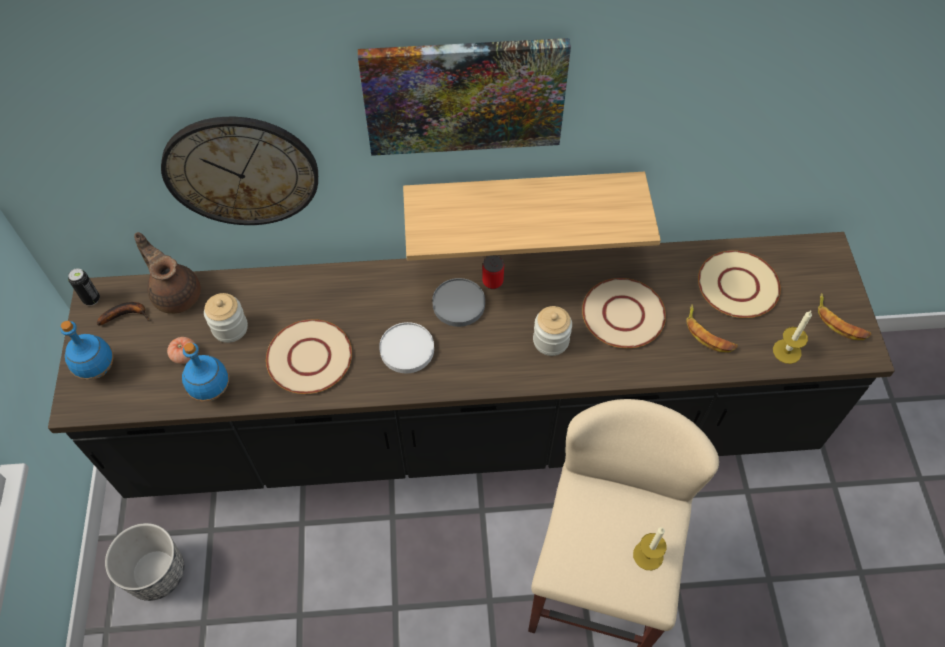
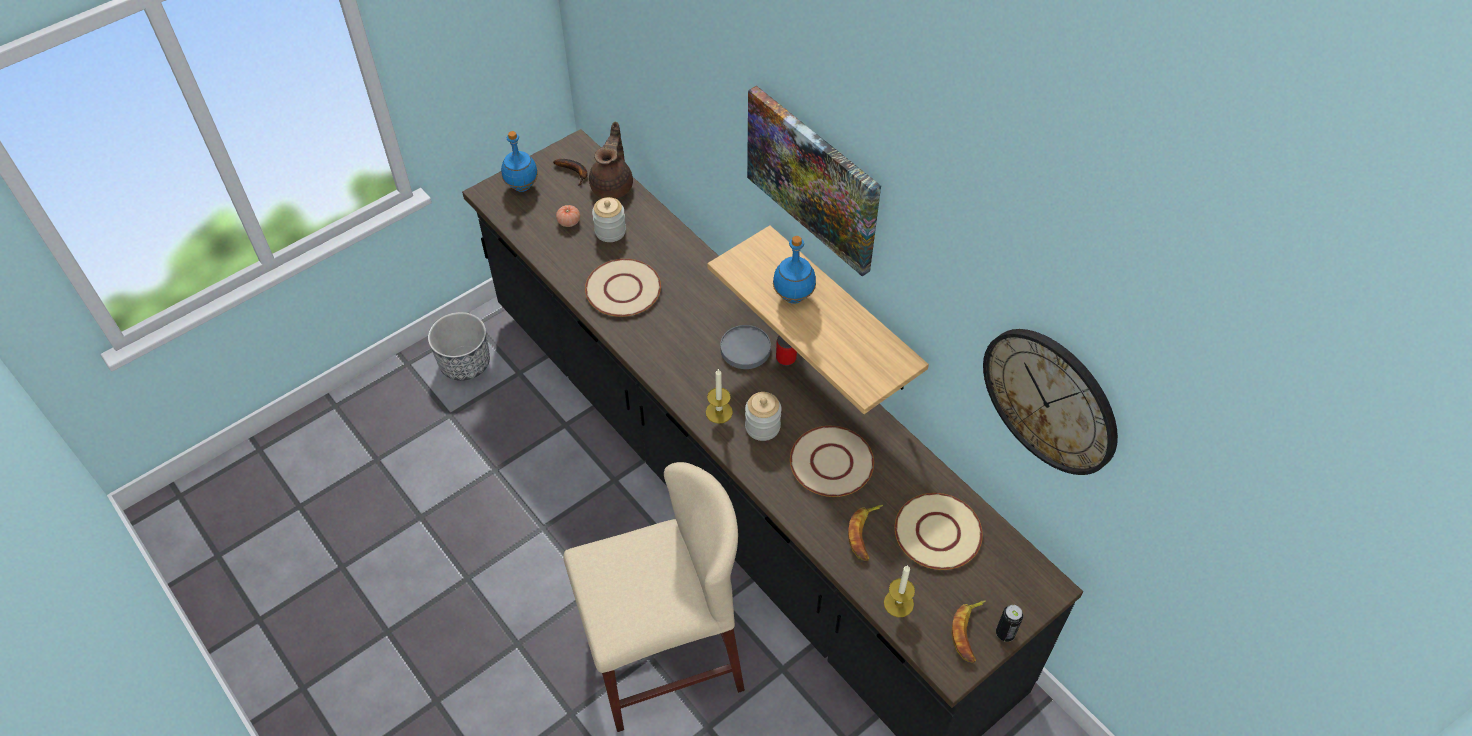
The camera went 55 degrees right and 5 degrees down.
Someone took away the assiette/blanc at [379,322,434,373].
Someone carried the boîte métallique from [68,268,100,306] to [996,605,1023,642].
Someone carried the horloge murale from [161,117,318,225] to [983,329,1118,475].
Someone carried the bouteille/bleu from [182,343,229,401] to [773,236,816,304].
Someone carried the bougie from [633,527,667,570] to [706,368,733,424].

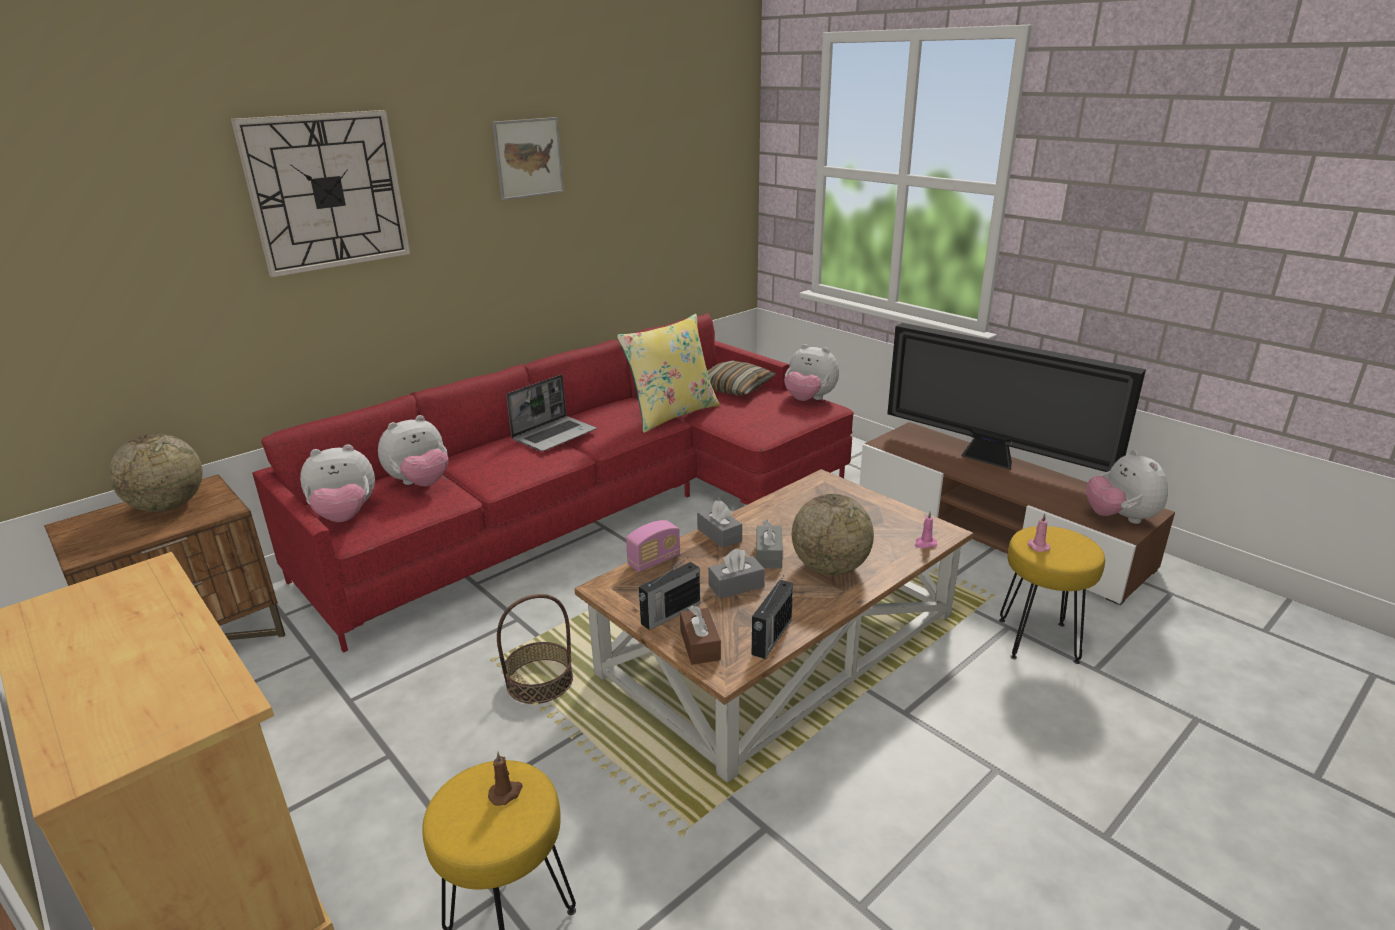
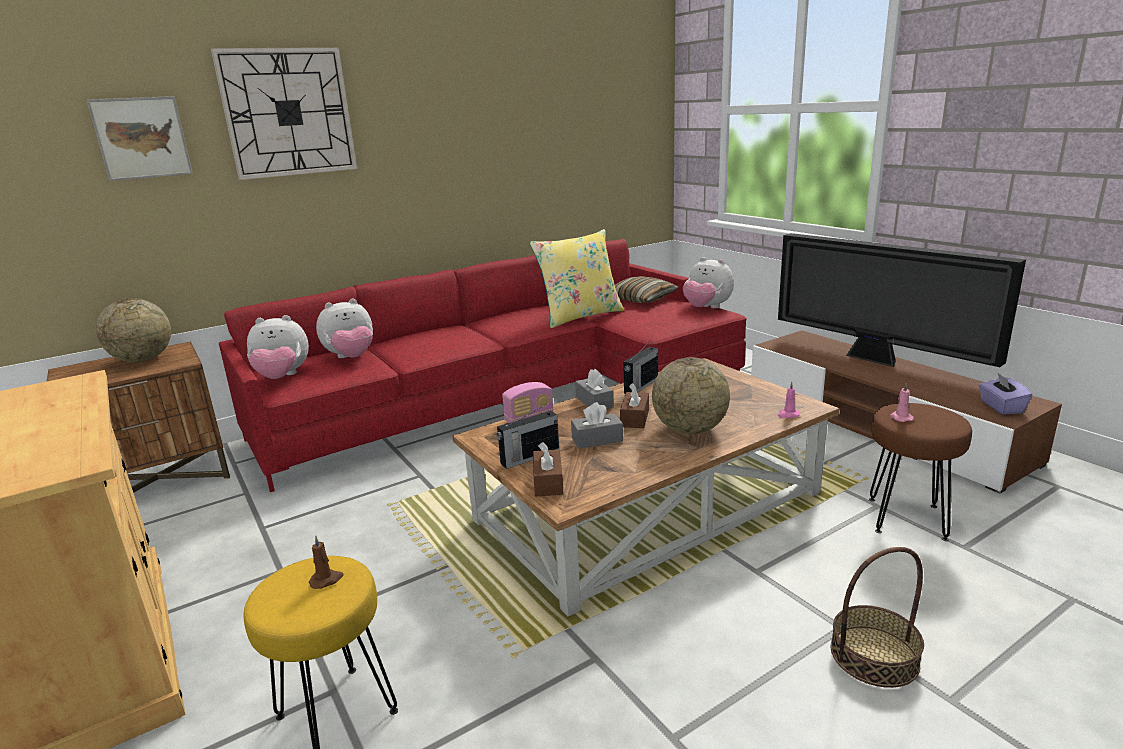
The camera went 10 degrees right and 5 degrees down.
Someone took away the ordinateur portable at [506,375,596,451].
Someone carried the tableau from [492,117,564,200] to [87,96,193,181].
Someone carried the panier from [497,594,573,704] to [831,547,924,688].
Someone carried the radio from [752,575,793,659] to [623,343,658,394].
Someone swapped the peluche at [1086,450,1168,524] for the boîte à mouchoirs/violet at [979,373,1032,414].
Someone repainted the boîte à mouchoirs/gris at [756,520,783,568], which became the boîte à mouchoirs/marron at [620,383,649,428].
Someone repainted the tabouret/jaune at [999,526,1105,664], which became the tabouret/marron at [869,403,972,541].

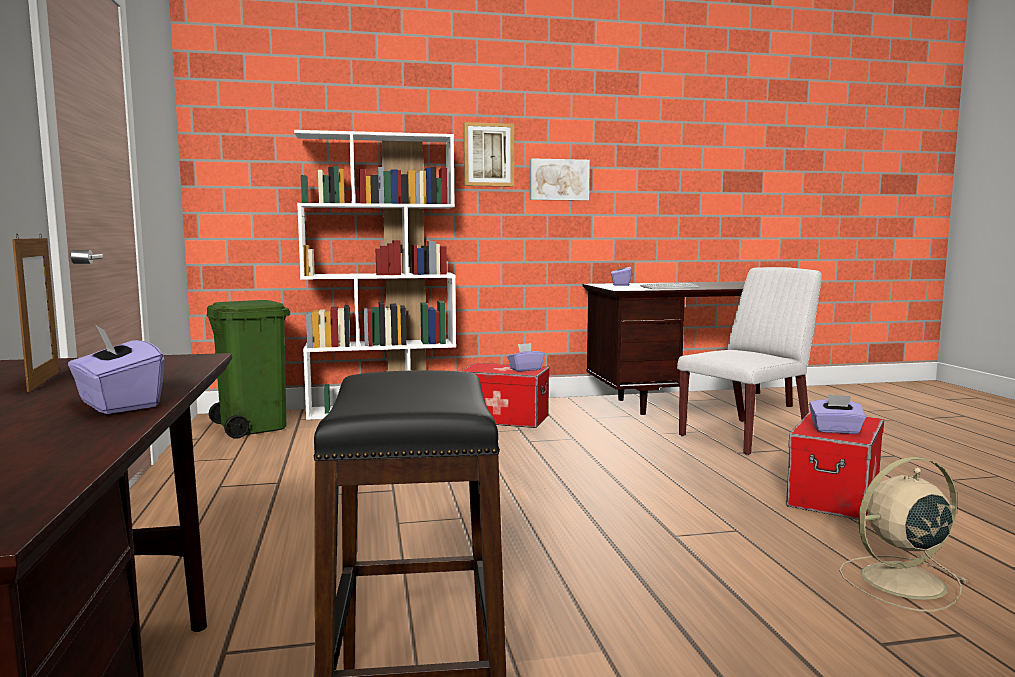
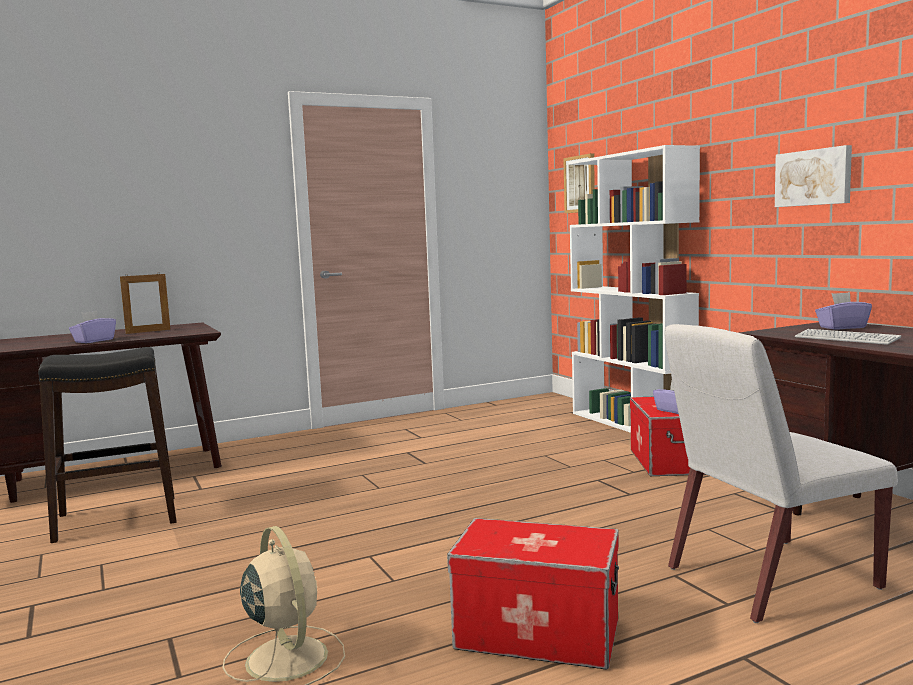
The camera went 75 degrees right and 0 degrees up.
Someone took away the poubelle/vert at [206,300,290,439].
Someone took away the boîte à mouchoirs/violet at [809,394,866,434].
Someone carried the tableau from [464,122,514,186] to [563,153,595,213].
Someone rotated the chaise/blanc at [677,267,822,455] by 120 degrees clockwise.

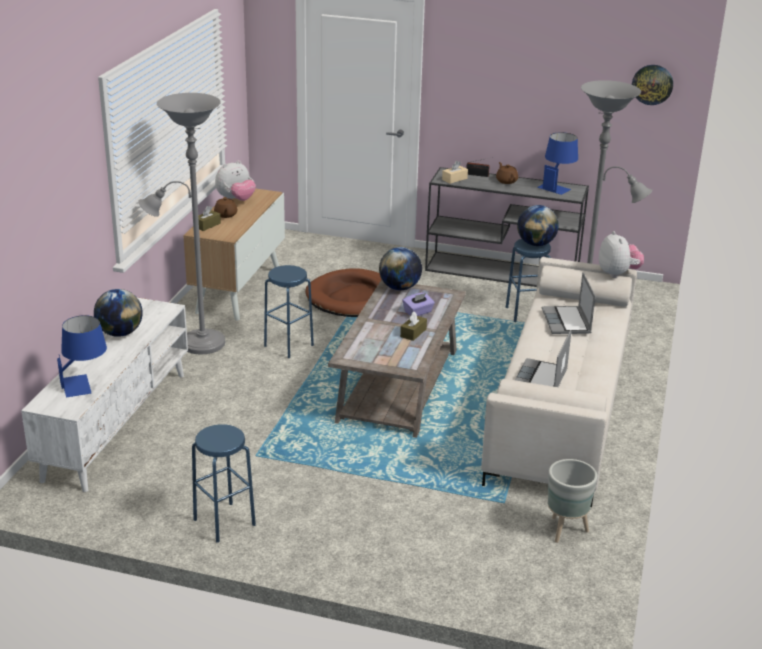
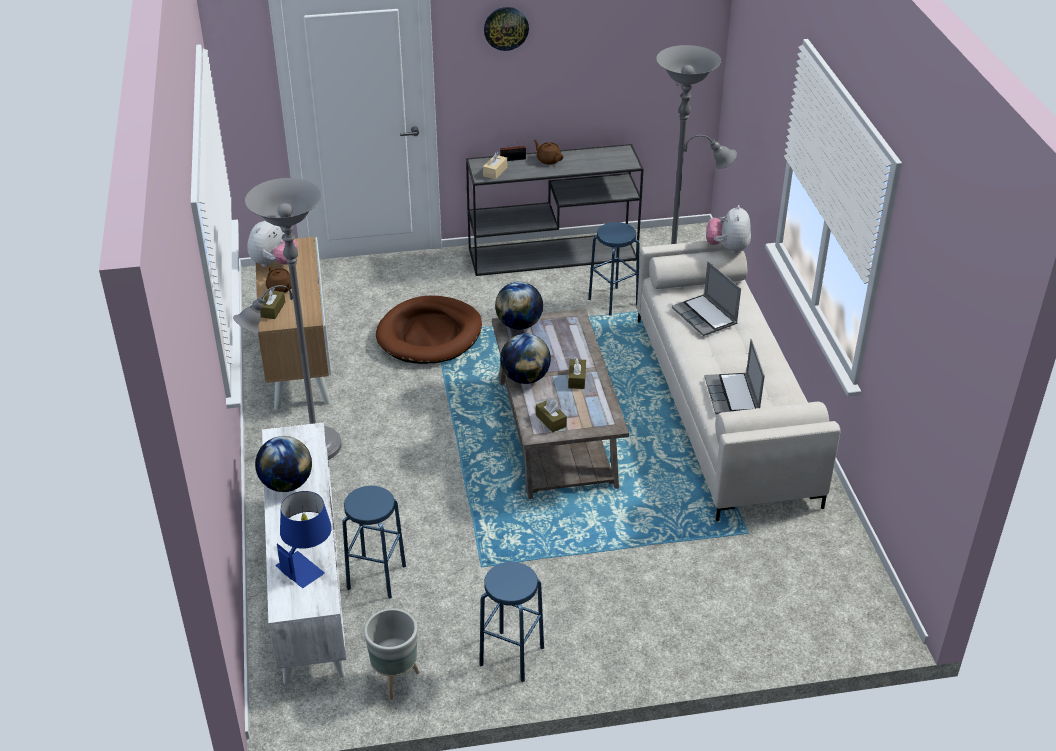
The camera went 25 degrees left and 10 degrees up.
Someone took away the boîte à mouchoirs/violet at [403,292,435,316].
Someone took away the lampe de table/bleu at [537,132,578,195].
Someone put down the boîte à mouchoirs/marron at [536,398,567,433].
Someone carried the tabouret/bleu from [264,265,314,358] to [342,486,406,599].
Someone carried the globe from [517,205,559,246] to [500,333,551,384].
Someone carried the cache-pot/gris from [548,459,597,543] to [364,608,420,700].
Someone carried the horloge murale from [632,65,673,105] to [484,7,529,51].
Someone rotated the peluche at [599,231,644,278] by 135 degrees counterclockwise.

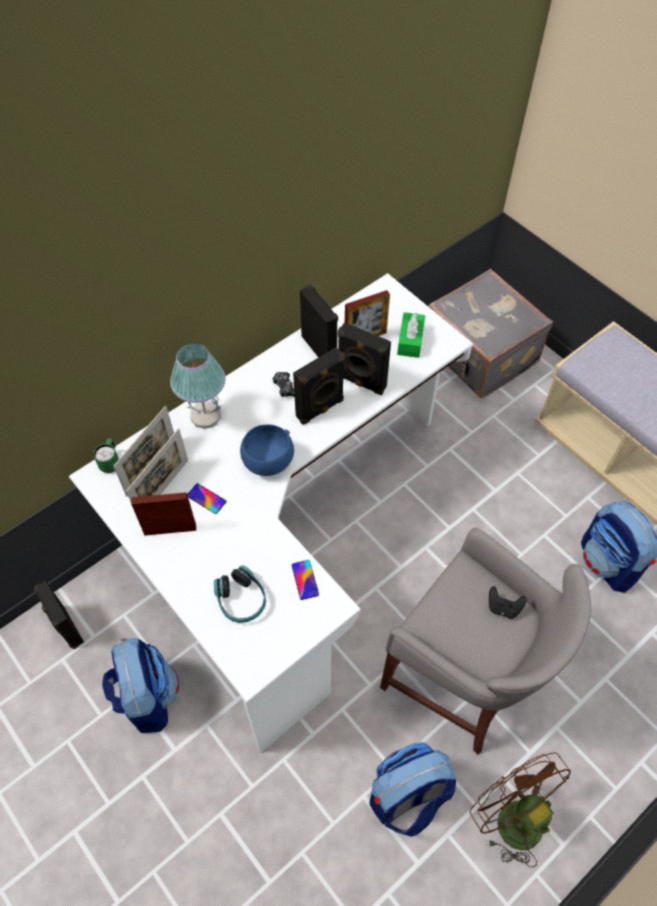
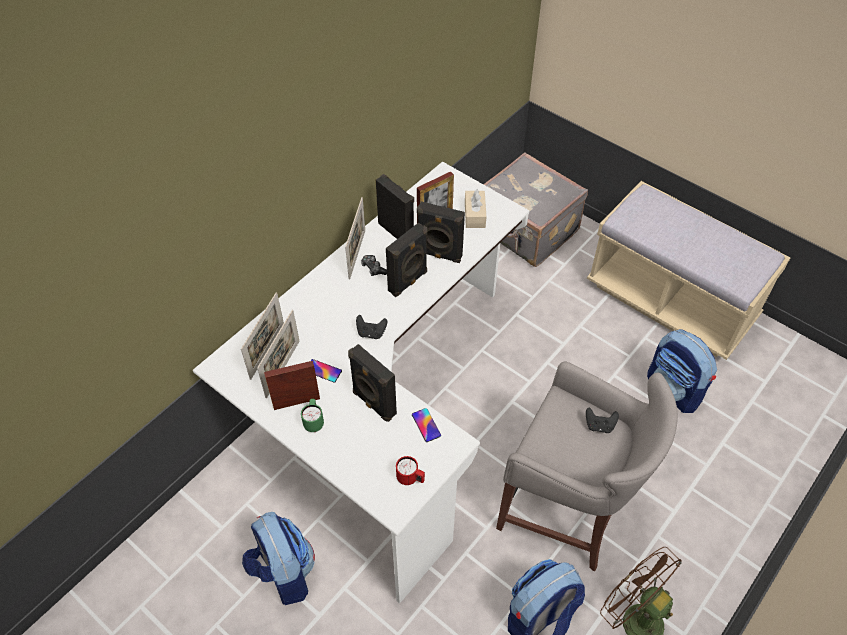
The camera went 10 degrees left and 5 degrees down.
Someone took away the lampe de table at [170,343,226,429].
Someone took away the casque audio at [214,565,266,623].
Someone put down the cadre photo at [345,197,365,280].
Someone put down the mug/rouge at [396,456,425,485].
Someone carried the enceinte/noir from [34,581,84,649] to [348,344,397,422].
Someone carried the mug/vert from [93,439,119,473] to [301,399,324,432].
Someone swapped the bol/bleu at [240,424,294,476] for the manette/noir at [356,315,387,339].
Someone repainted the boîte à mouchoirs/vert at [397,312,425,358], which became the boîte à mouchoirs/beige at [465,189,486,228].

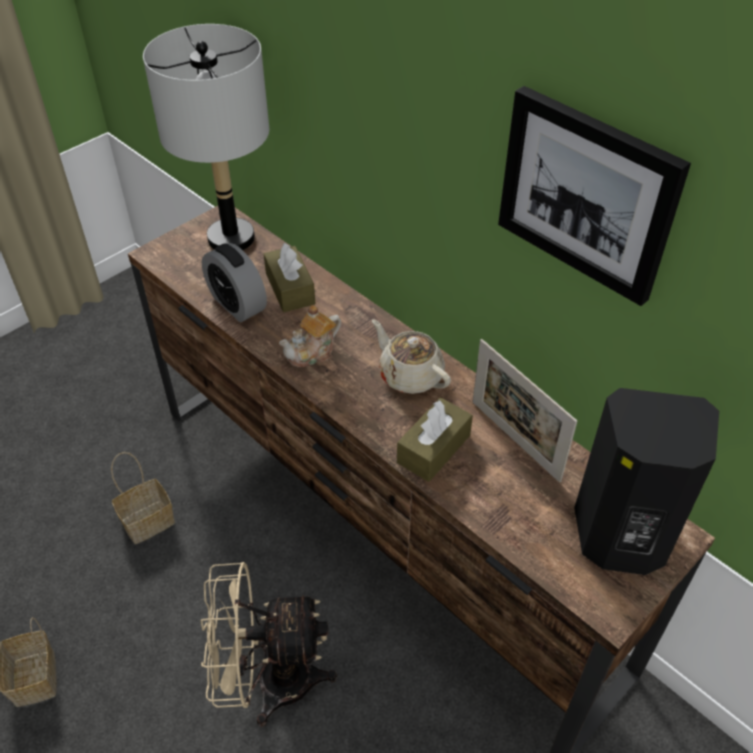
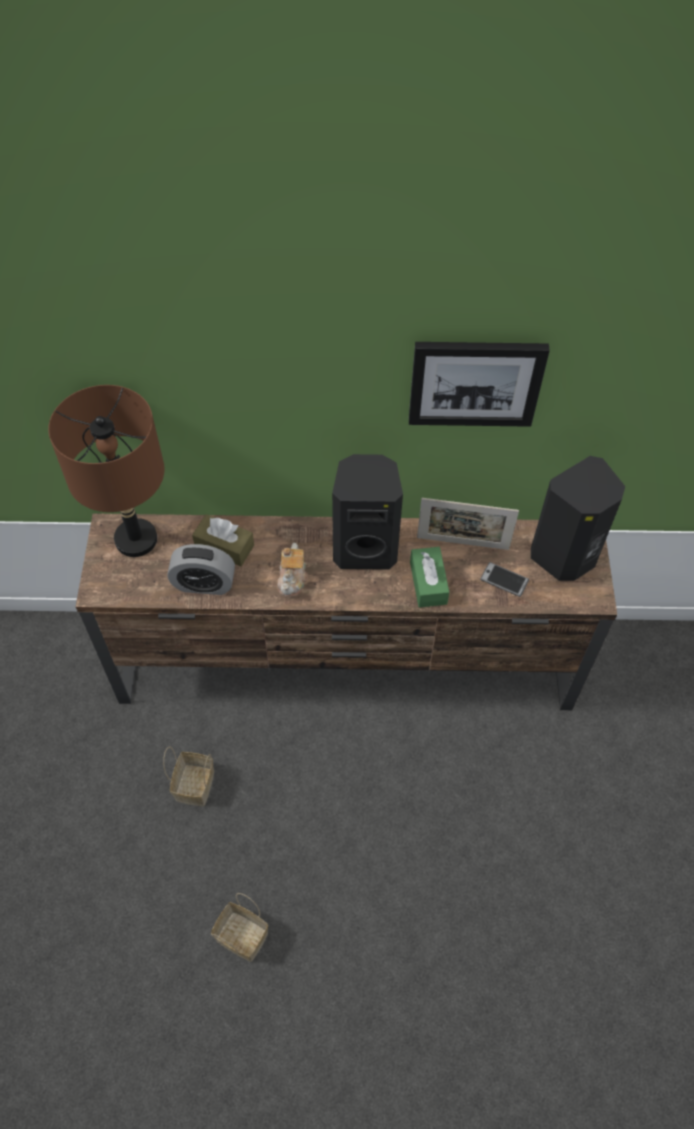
The camera went 45 degrees left and 10 degrees up.
Someone took away the ventilateur/beige at [201,562,337,727].
Someone put down the téléphone at [480,562,529,597].
Someone swapped the théière/beige at [372,319,451,394] for the enceinte/noir at [332,454,403,570].
Someone repainted the lampe de table/gris at [143,24,269,250], which became the lampe de table/marron at [48,385,164,557].
Someone repainted the boîte à mouchoirs/marron at [397,397,473,482], which became the boîte à mouchoirs/vert at [410,547,449,608].

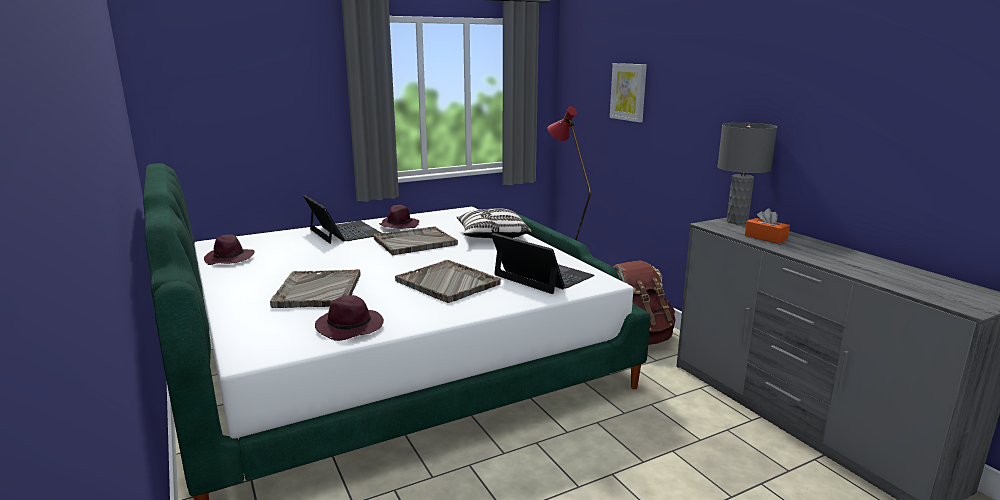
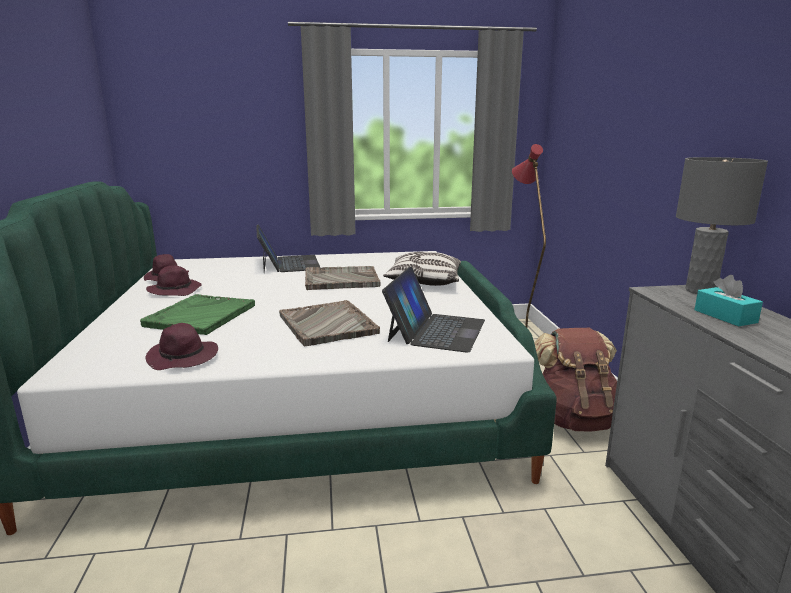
The camera went 20 degrees right and 0 degrees up.
Someone took away the tableau at [610,63,647,122].
Someone carried the chapeau/violet from [379,205,419,229] to [146,265,202,296].
Someone repainted the plateau/gris at [270,269,361,308], which became the plateau/vert at [140,294,255,335].
Someone repainted the boîte à mouchoirs/orange at [745,208,790,244], which became the boîte à mouchoirs/turquoise at [694,275,763,326].
Someone rotated the ordinateur portable at [491,233,595,294] by 45 degrees clockwise.

